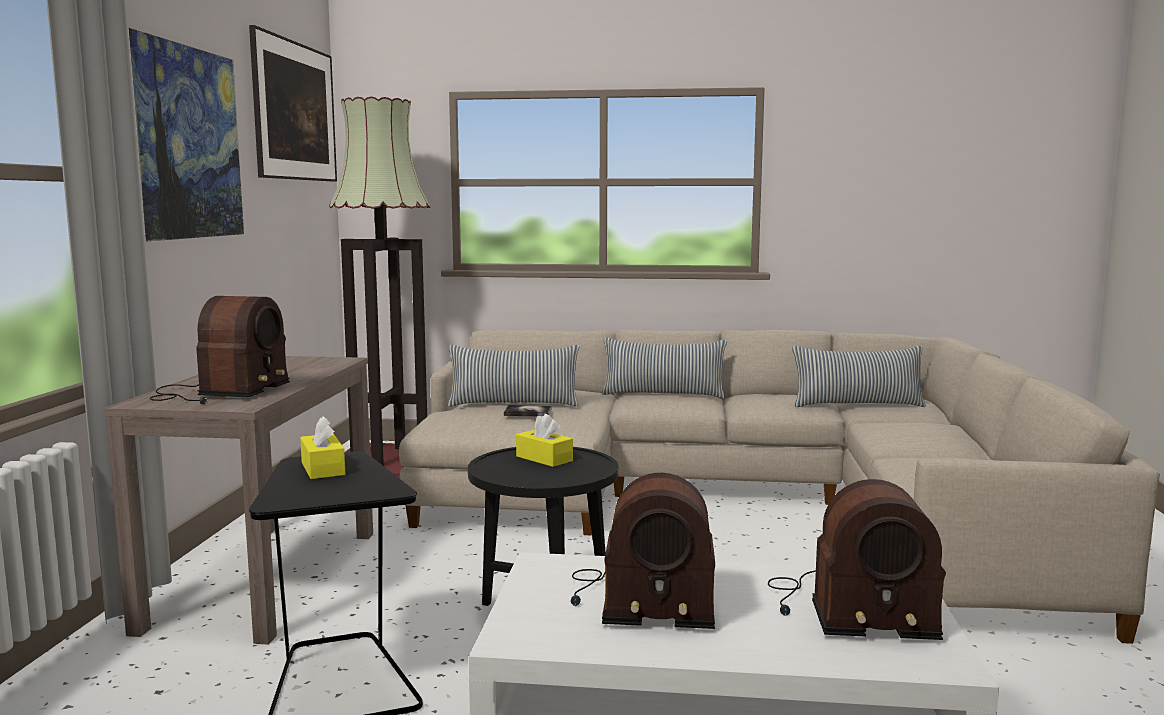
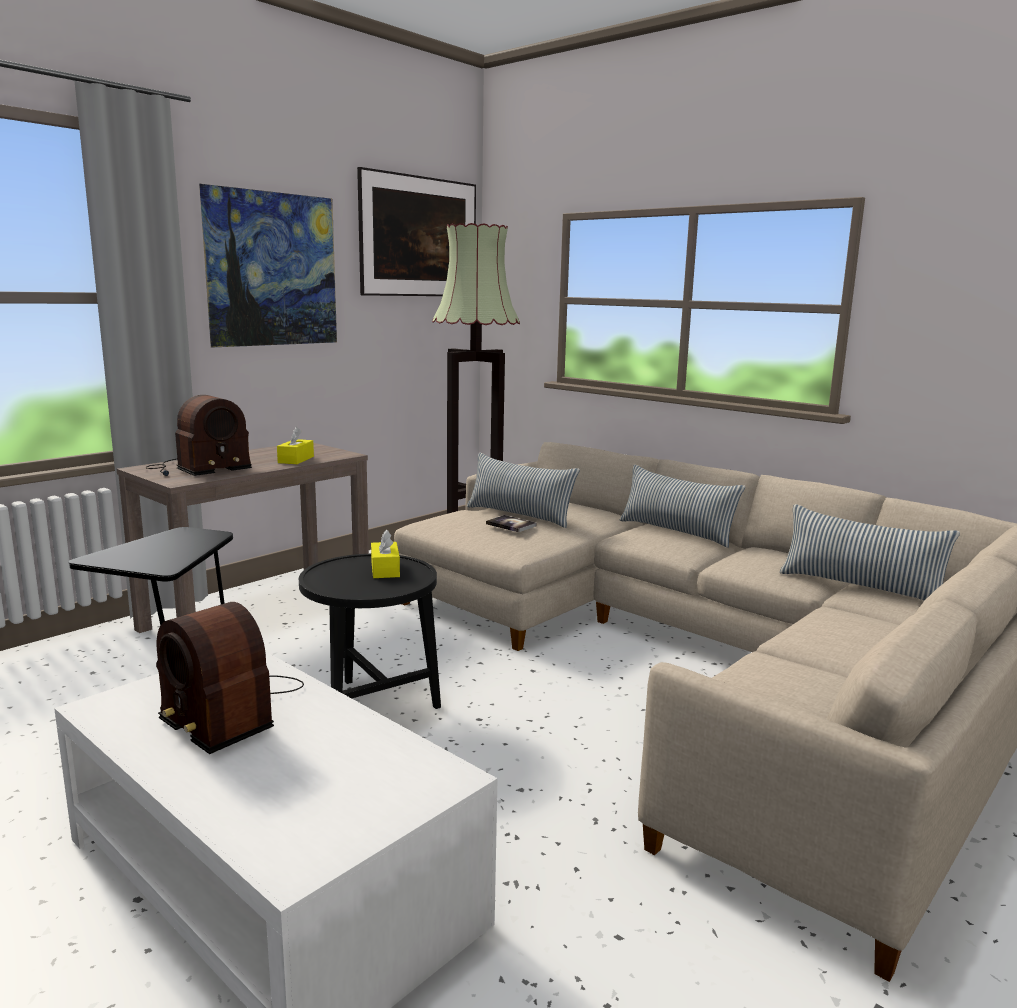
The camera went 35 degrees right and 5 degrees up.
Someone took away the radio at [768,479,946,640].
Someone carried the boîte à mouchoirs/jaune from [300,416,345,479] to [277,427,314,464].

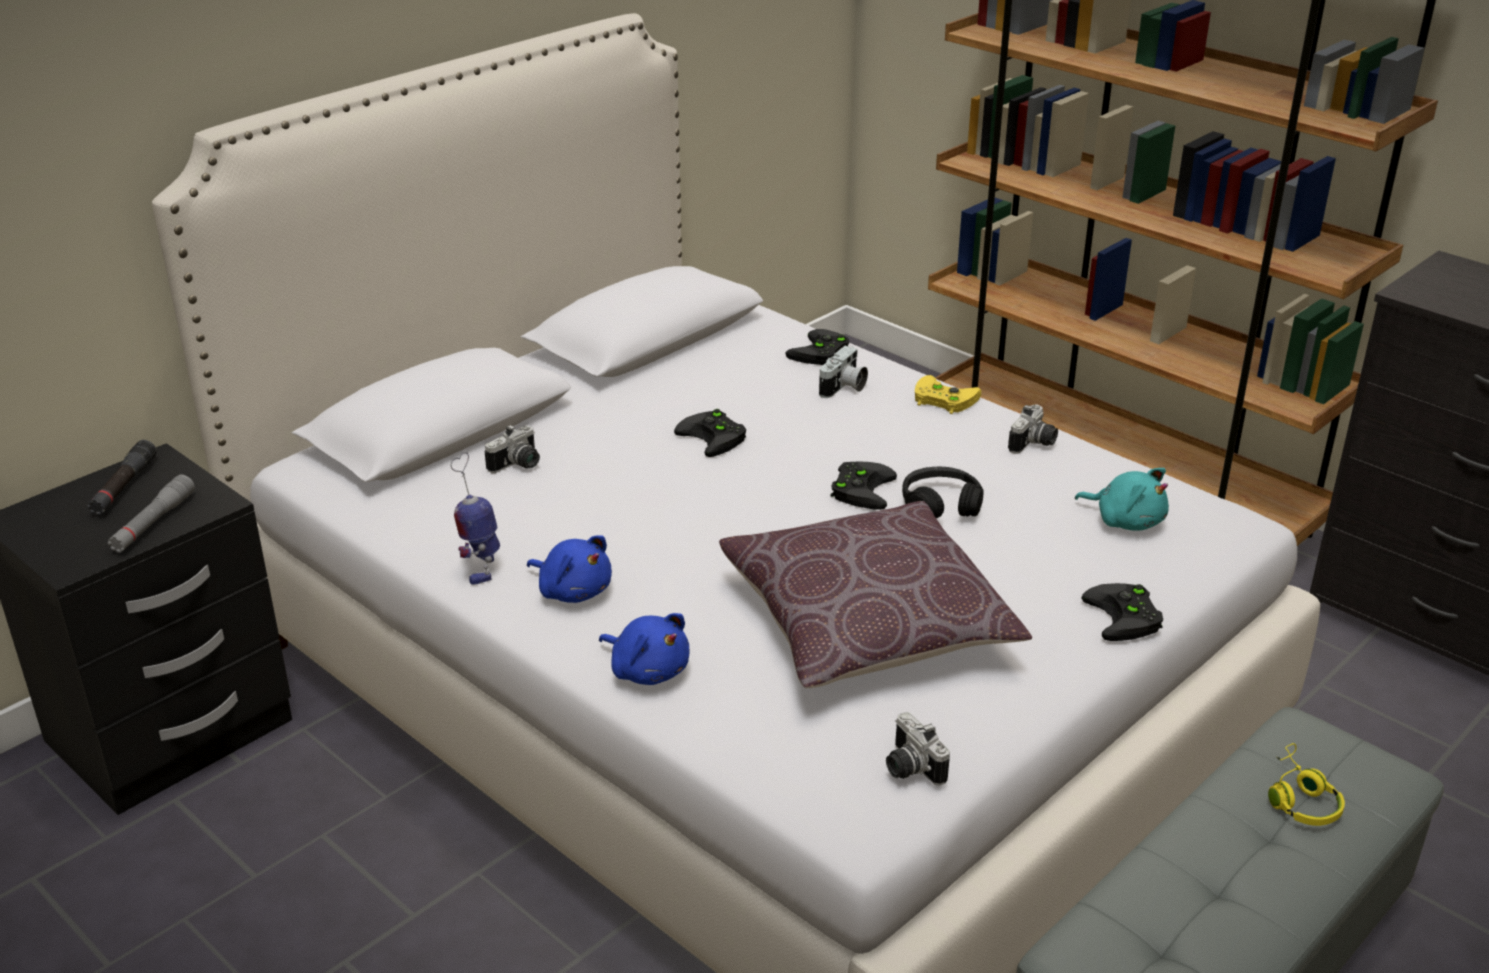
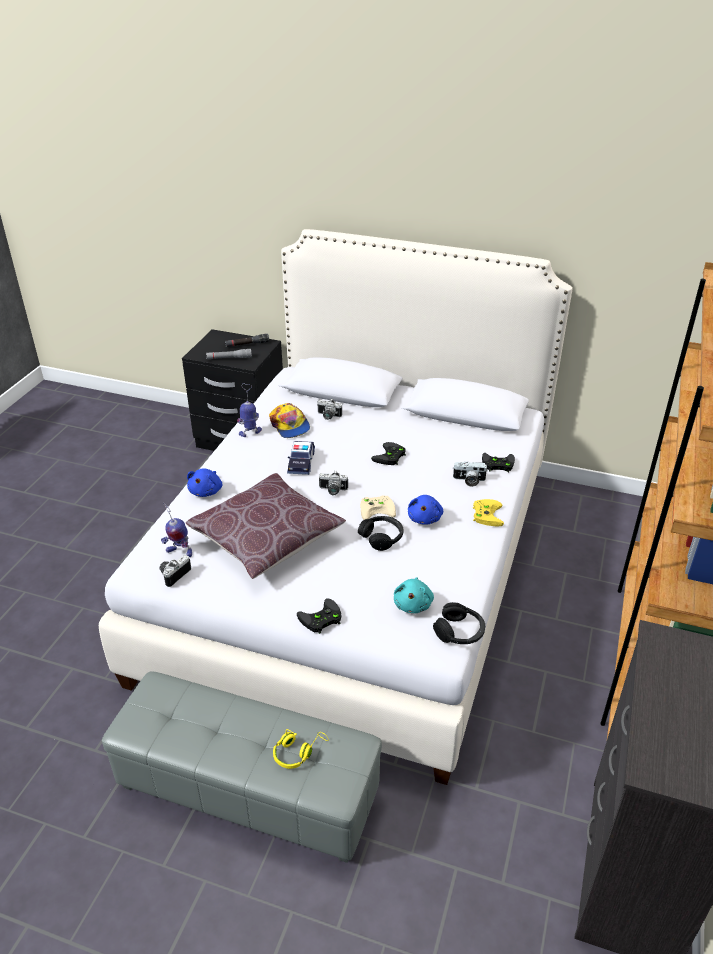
The camera went 65 degrees right and 5 degrees up.
Someone put down the robot jouet at [161,503,192,557].
Someone put down the casquette at [269,403,310,438].
Someone put down the petite voiture at [287,441,315,475].
Someone put down the casque audio/noir at [433,602,485,644].
Someone carried the peluche/bleu from [527,535,612,603] to [408,495,443,525].
Someone carried the appareil photo from [1008,404,1058,454] to [319,471,348,496].
Someone repainted the manette/noir at [831,462,897,510], which became the manette/beige at [360,495,396,520].

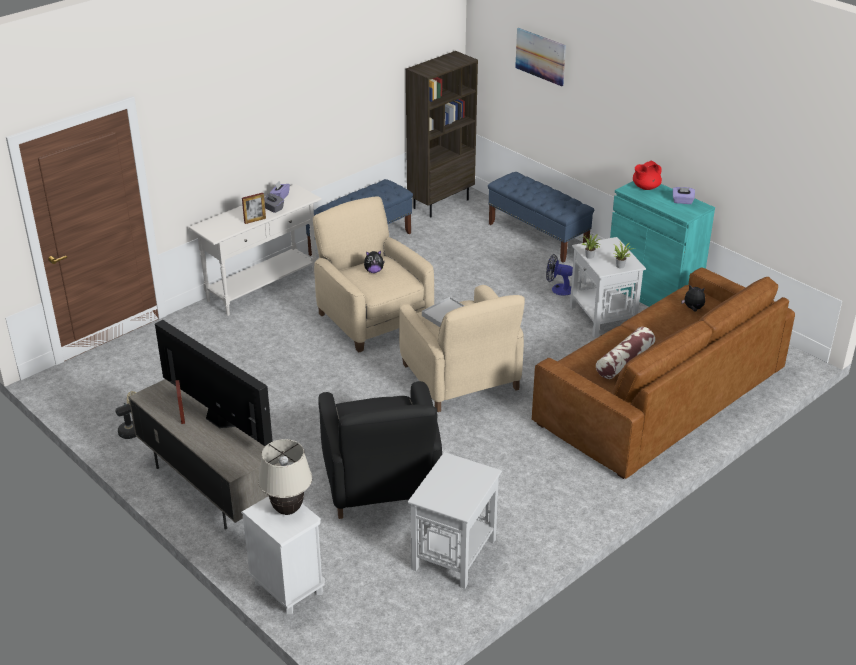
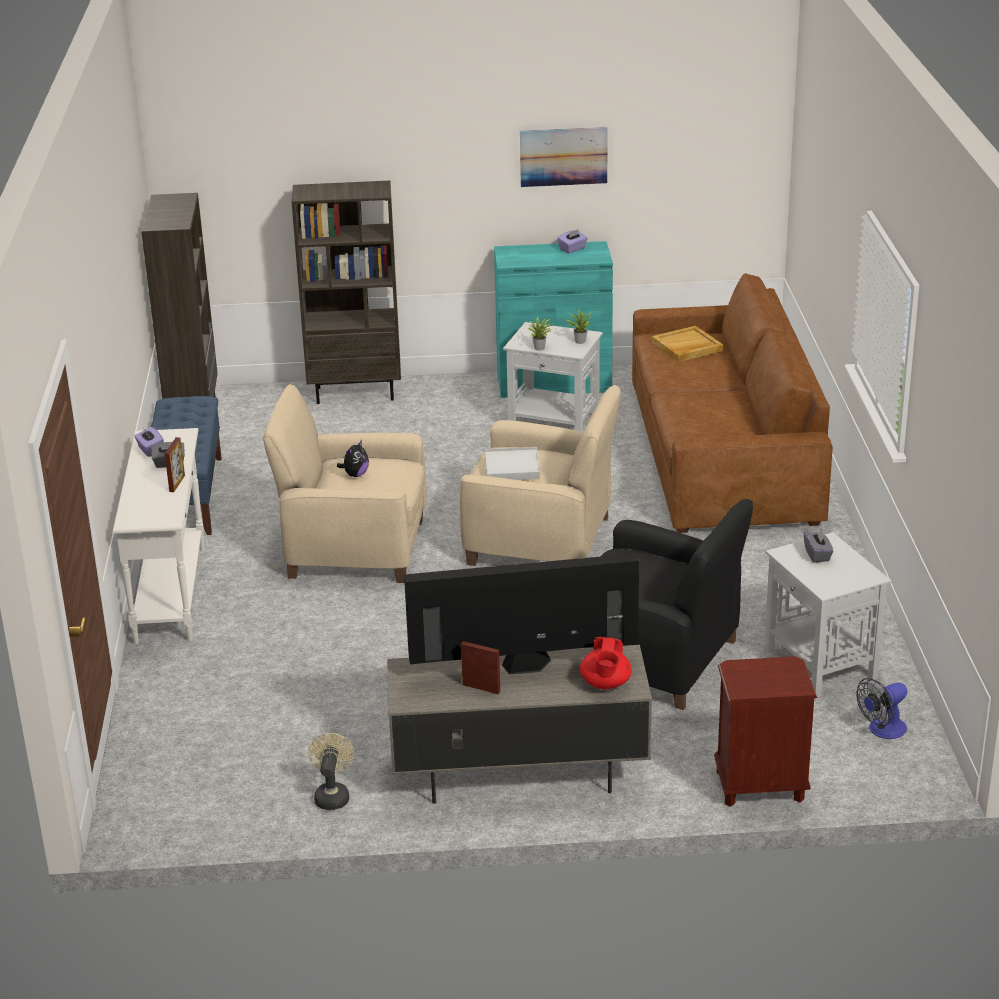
The camera went 50 degrees left and 5 degrees down.
Someone took away the lampe de table/beige at [258,439,312,515].
Someone took away the coussin at [596,327,655,379].
Someone put down the boîte à mouchoirs/gris at [804,528,833,563].
Someone carried the tableau from [515,28,566,86] to [520,127,608,187].
Someone carried the ventilateur from [546,254,573,296] to [856,678,907,739].
Someone carried the théière/rouge from [633,161,662,190] to [580,637,632,689].
Someone swapped the banc/bleu at [488,172,594,263] for the bibliothèque/marron at [291,181,401,404].
Someone swapped the peluche at [681,284,705,311] for the plateau/beige at [652,326,723,362].
Someone repainted the table de chevet/blanc at [241,496,325,614], which became the table de chevet/marron at [714,656,817,807].

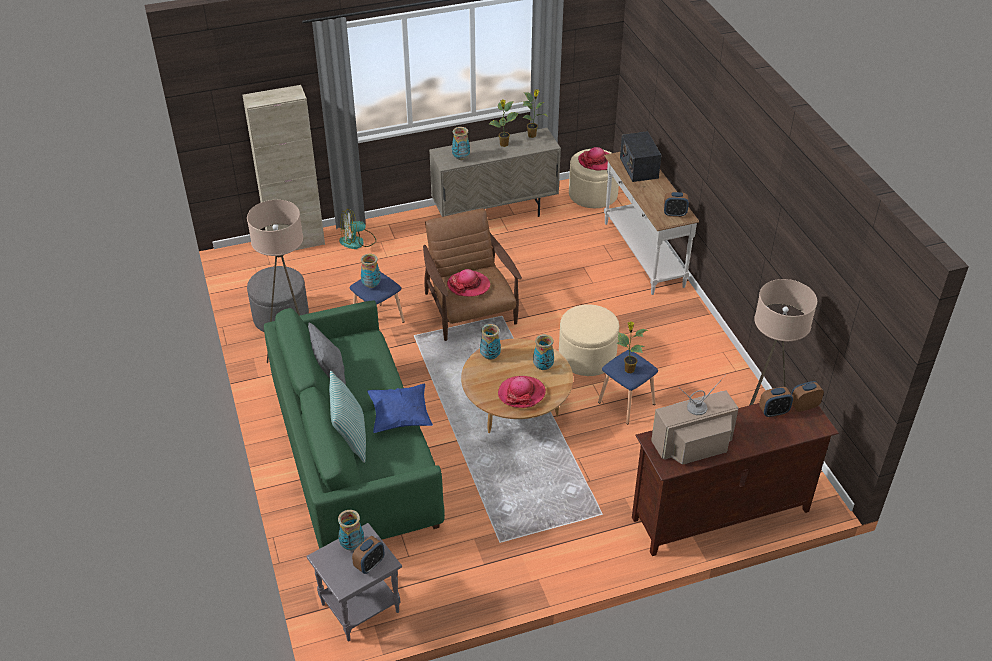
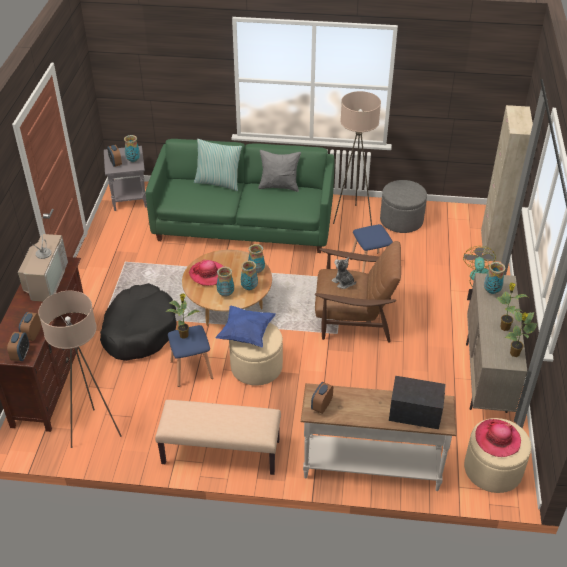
The camera went 115 degrees right and 0 degrees up.
Someone put down the panier pour chien/noir at [100,283,177,361].
Someone put down the banc/beige at [155,400,281,475].
Someone carried the vase from [361,254,381,288] to [241,261,258,291].
Someone carried the coussin/bleu from [367,383,433,433] to [216,305,276,347].
Someone swapped the chapeau at [447,269,490,297] for the peluche at [332,257,356,289].

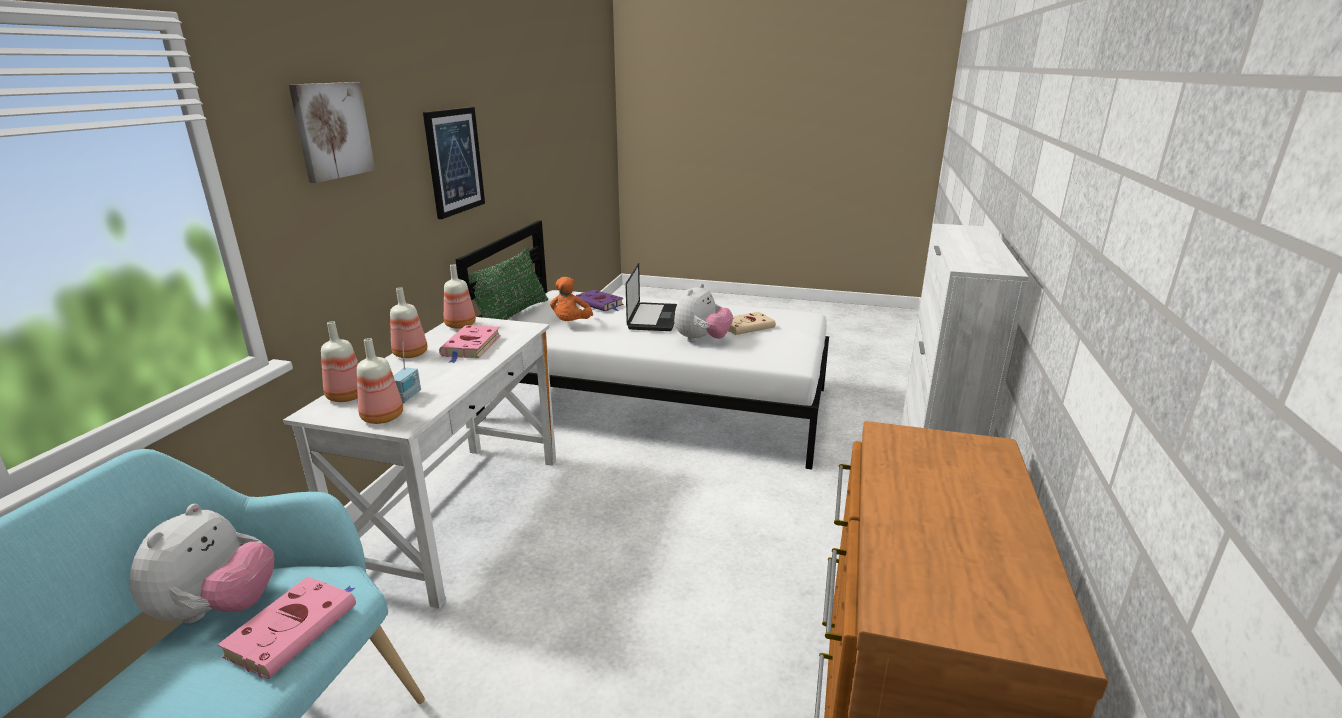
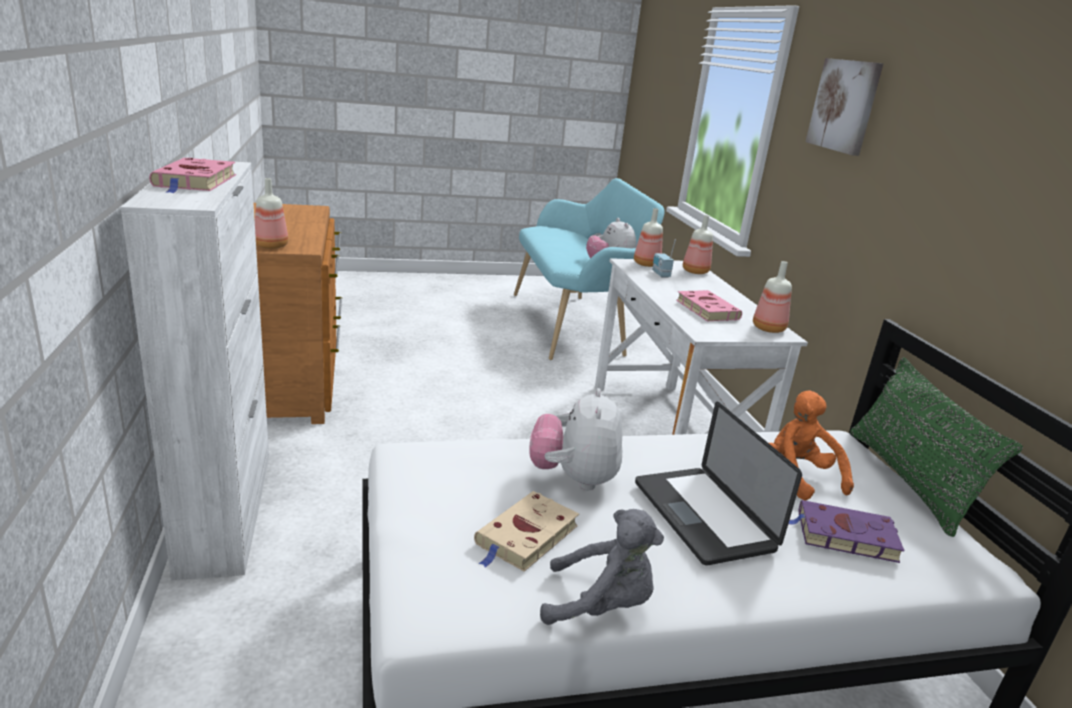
The camera went 150 degrees right and 0 degrees up.
Someone took away the tableau at [423,107,485,219].
Someone put down the peluche/gris at [540,509,664,625].
Someone carried the livre/rose from [217,576,356,679] to [149,158,236,193].
Someone carried the bouteille from [390,287,428,358] to [255,178,288,249].

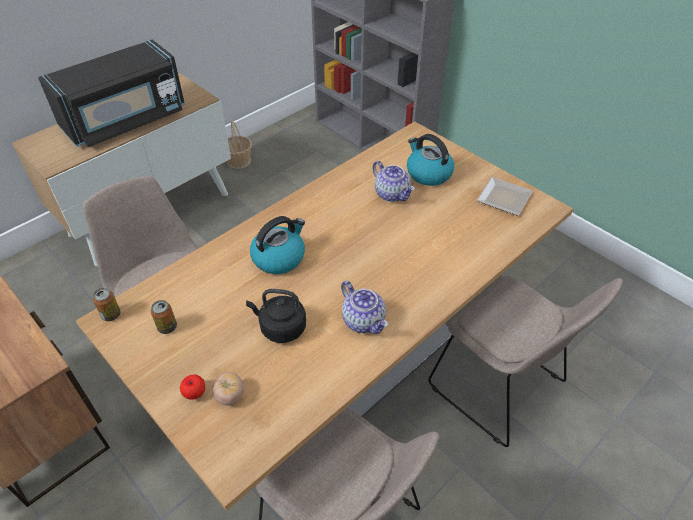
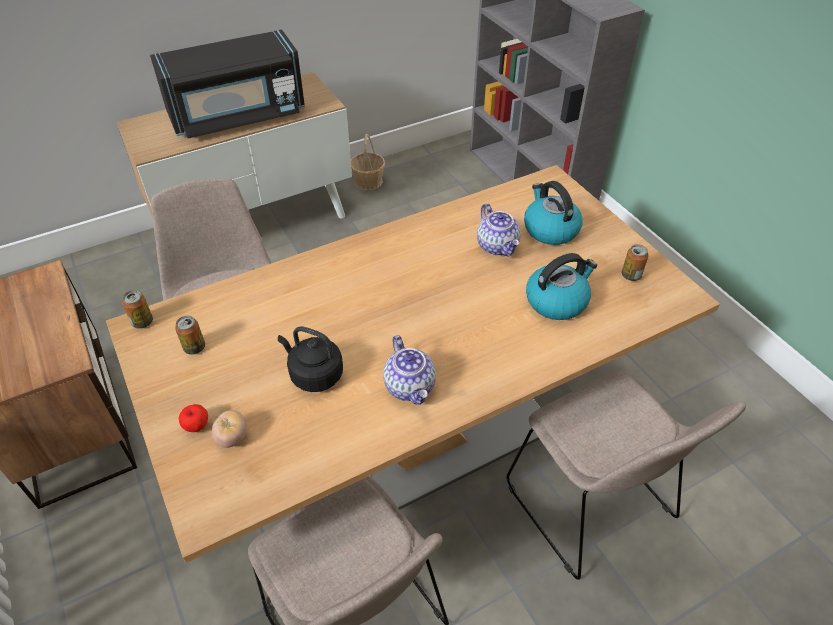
The camera went 15 degrees right and 0 degrees up.
Someone carried the bouilloire from [250,216,305,274] to [526,253,597,320].
Someone swapped the assiette at [477,177,533,216] for the boîte métallique at [622,244,649,281].

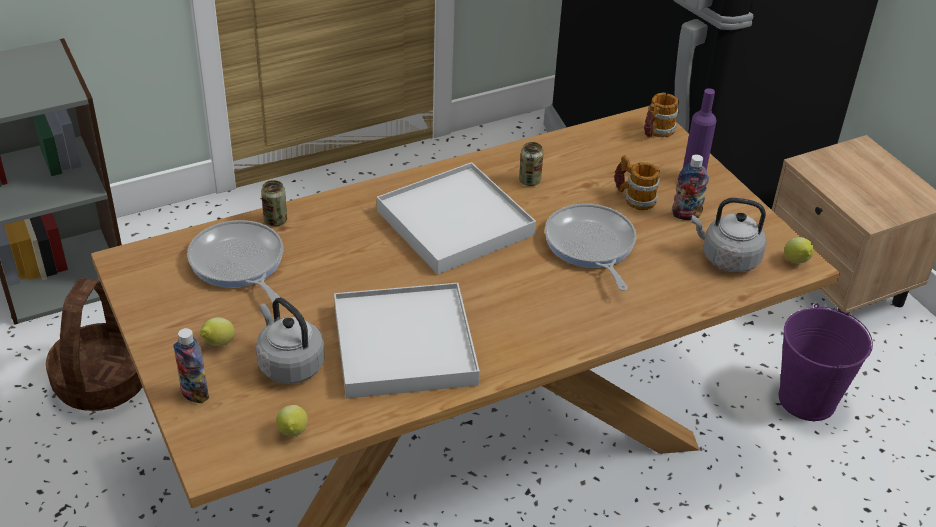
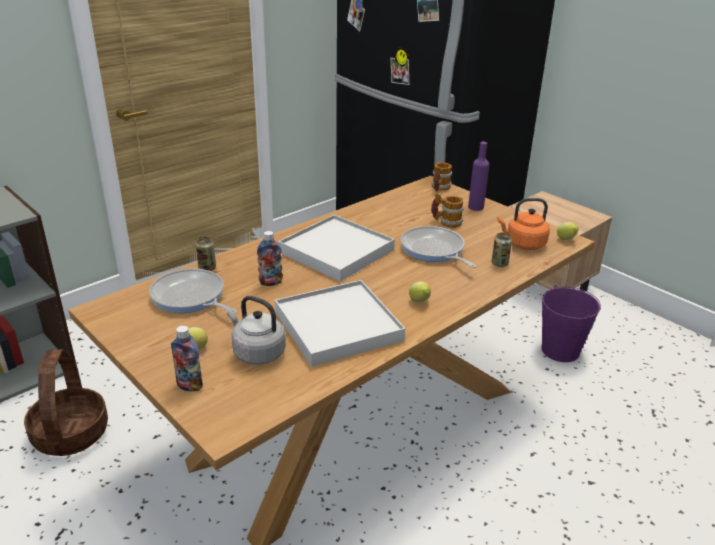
The camera went 15 degrees left and 10 degrees down.
Someone carried the citron from [276,405,308,437] to [409,282,431,302].
Someone carried the boîte métallique from [519,142,543,186] to [492,233,512,267].
Someone carried the bouteille from [672,155,709,220] to [257,231,283,286].
Someone repainted the bouilloire/gris at [691,198,767,272], which became the bouilloire/orange at [497,198,550,250].

